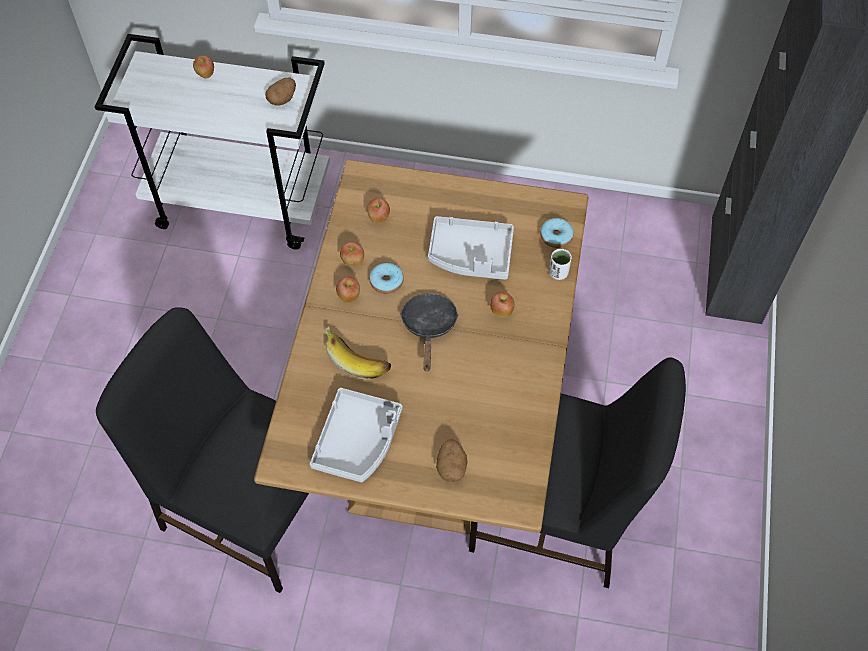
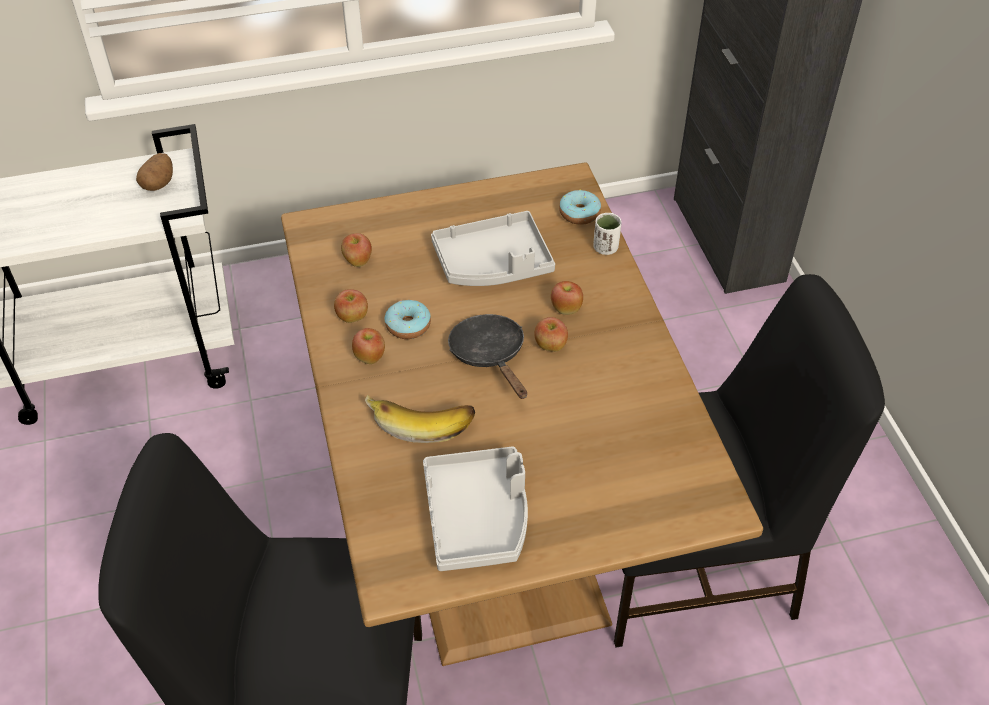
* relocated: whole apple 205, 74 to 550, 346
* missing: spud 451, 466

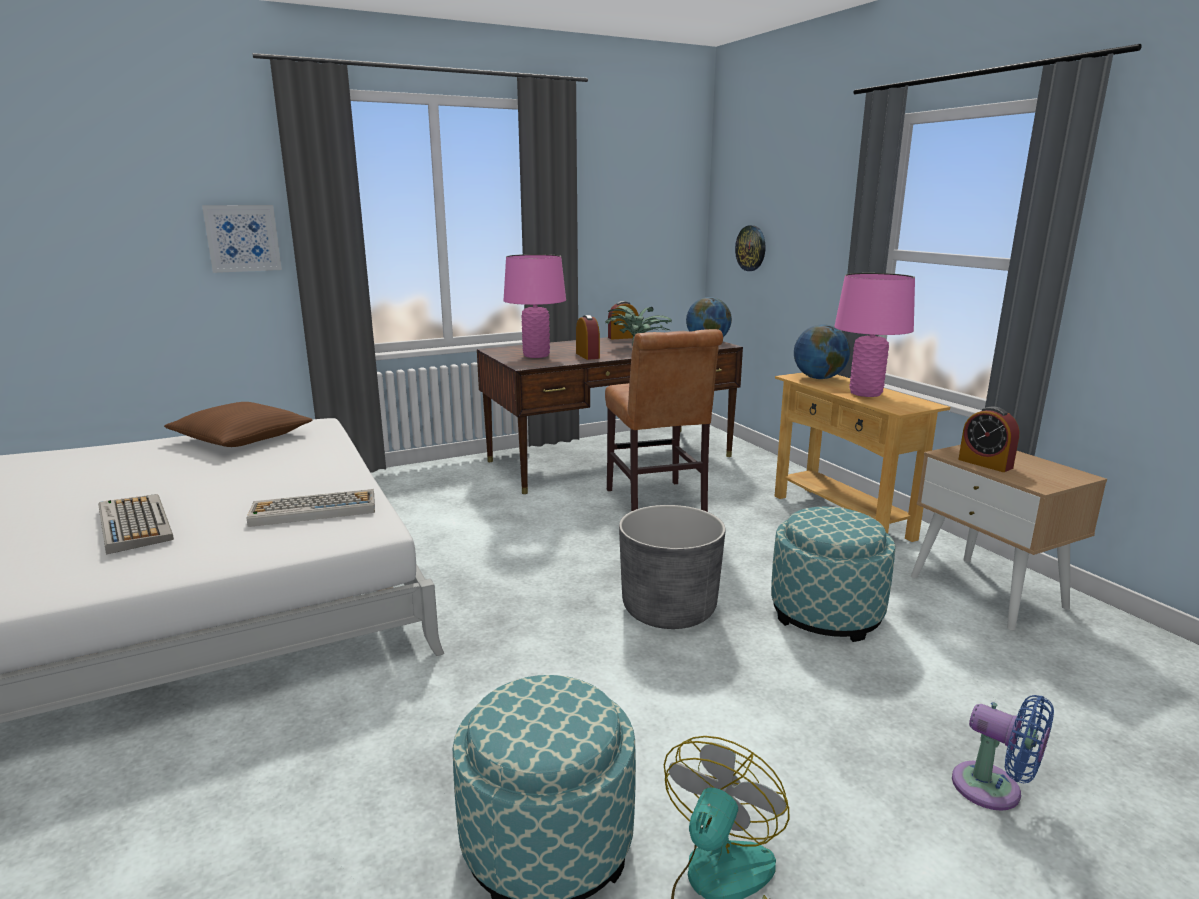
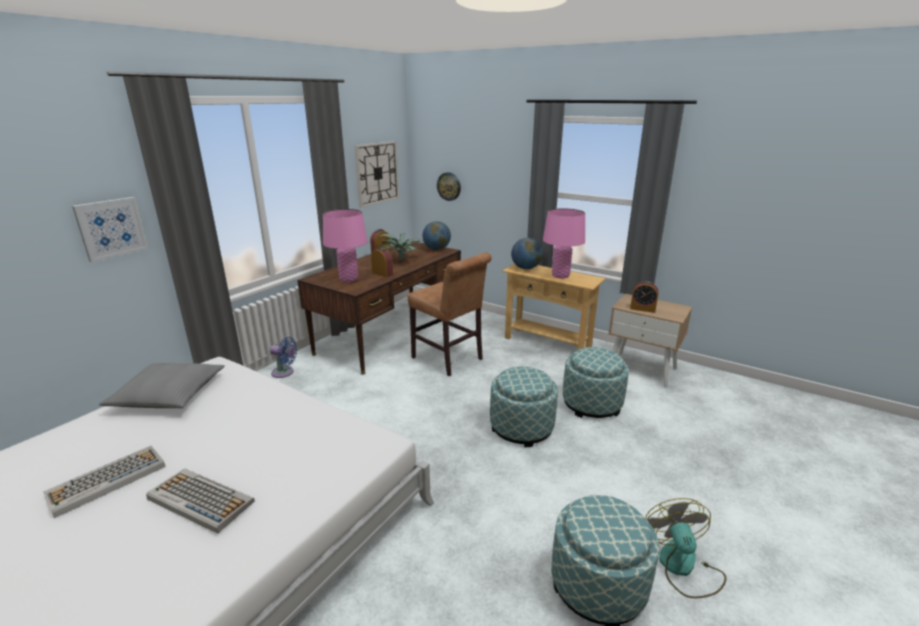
* colour: throw pillow (brown) 241, 438 to throw pillow (grey) 169, 395
* relocated: computer keyboard 312, 509 to 106, 481
* exchanged: flower pot (grey) 669, 609 to pouffe 521, 427
* relocated: fan (blue) 994, 790 to 285, 372
* appeared: wall clock 377, 173

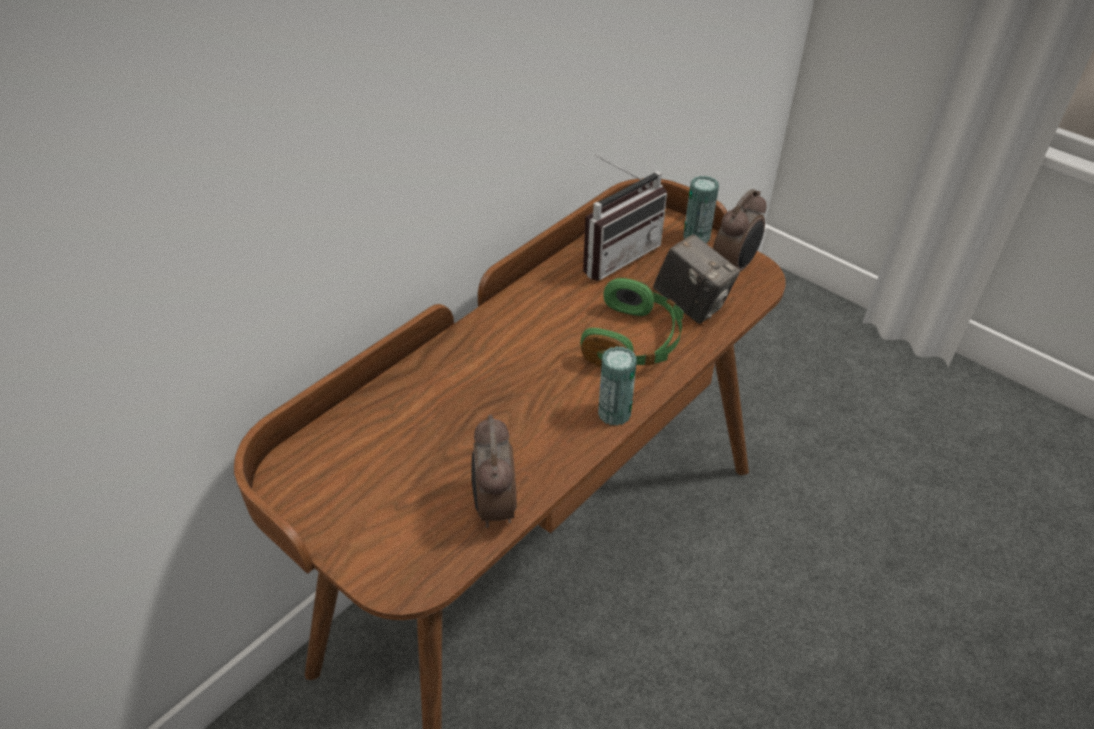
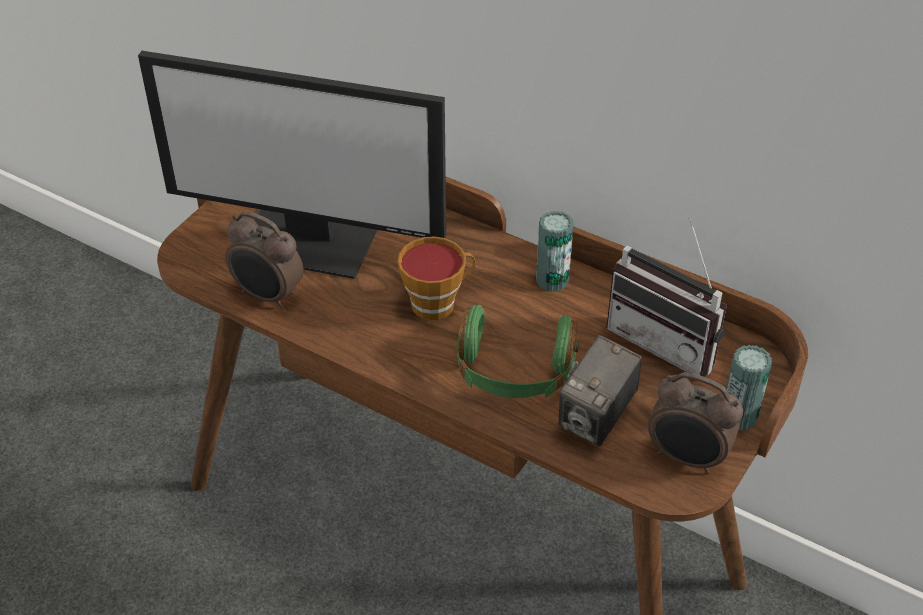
* relocated: can 614, 413 to 552, 280
* spun: bedside clock 494, 507 = 268, 296 135 degrees counterclockwise
* appeared: computer display 310, 241
* appeared: small cup 438, 303

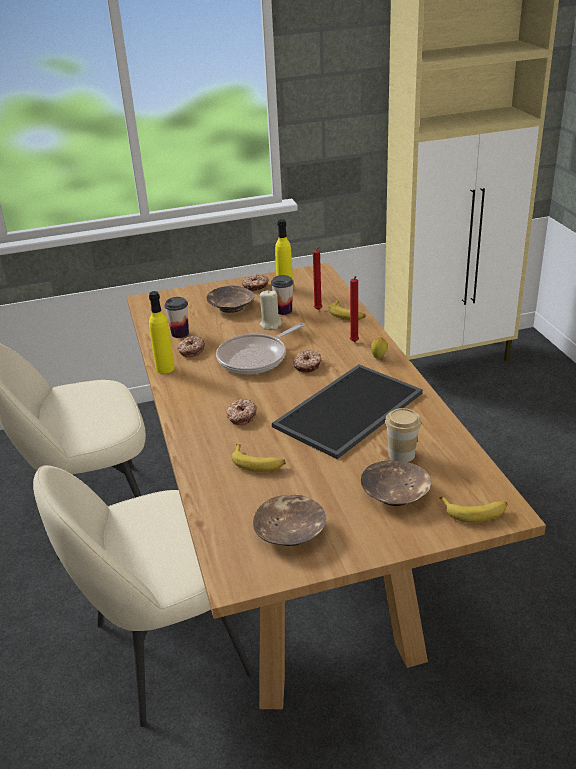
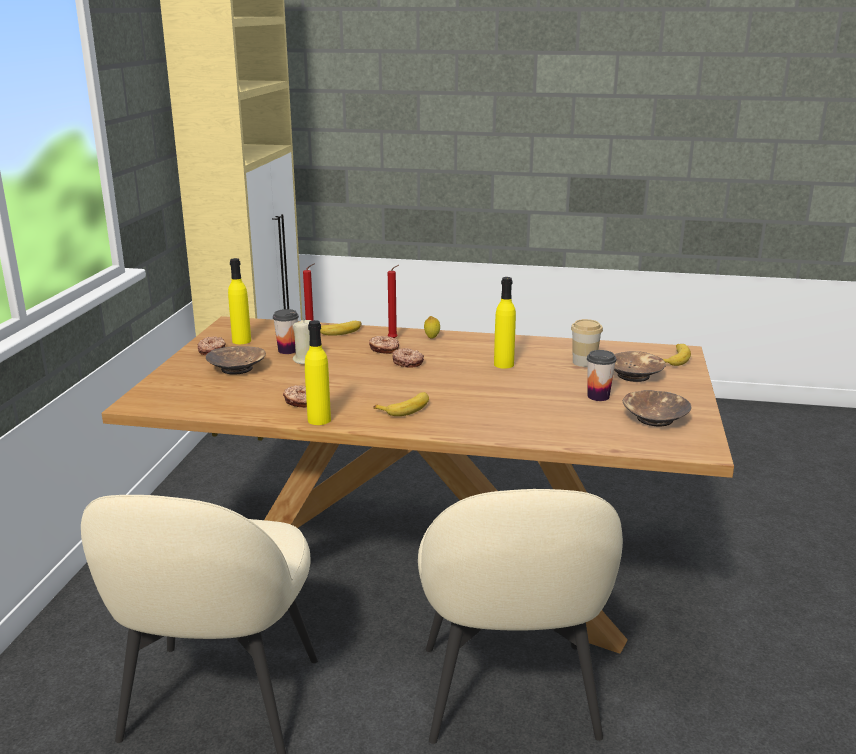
* relocated: small cup 180, 333 to 598, 396
* missing: skillet 256, 357
* exchanged: carrying tray 349, 411 to bottle (yellowish) 503, 364
* relocated: doughnut 241, 416 to 384, 349
* relocated: banana 258, 463 to 406, 408

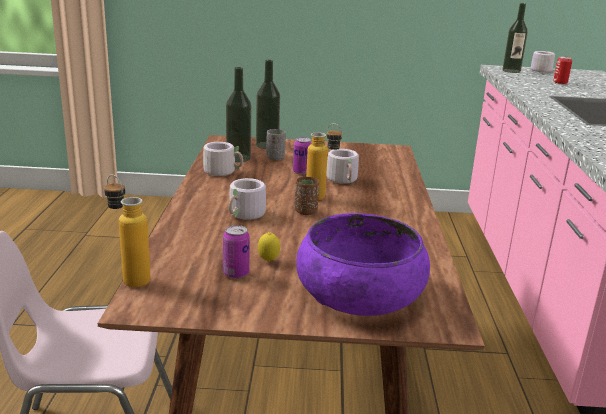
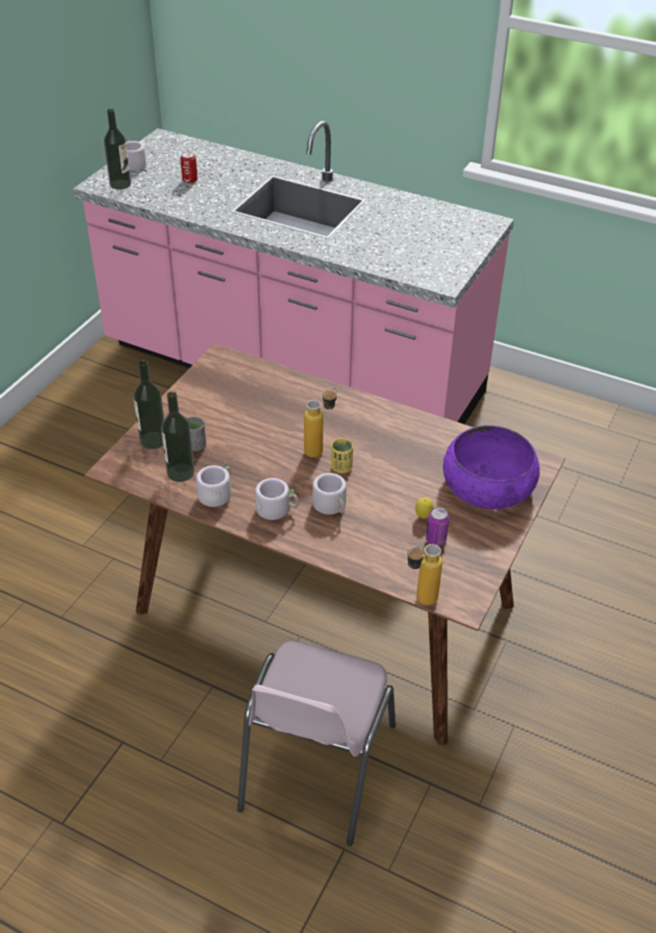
* missing: can 301, 172
* relocated: coffee mug (grey) 344, 180 to 277, 509
* colour: small cup (brown) 306, 211 to small cup (yellowish) 341, 467

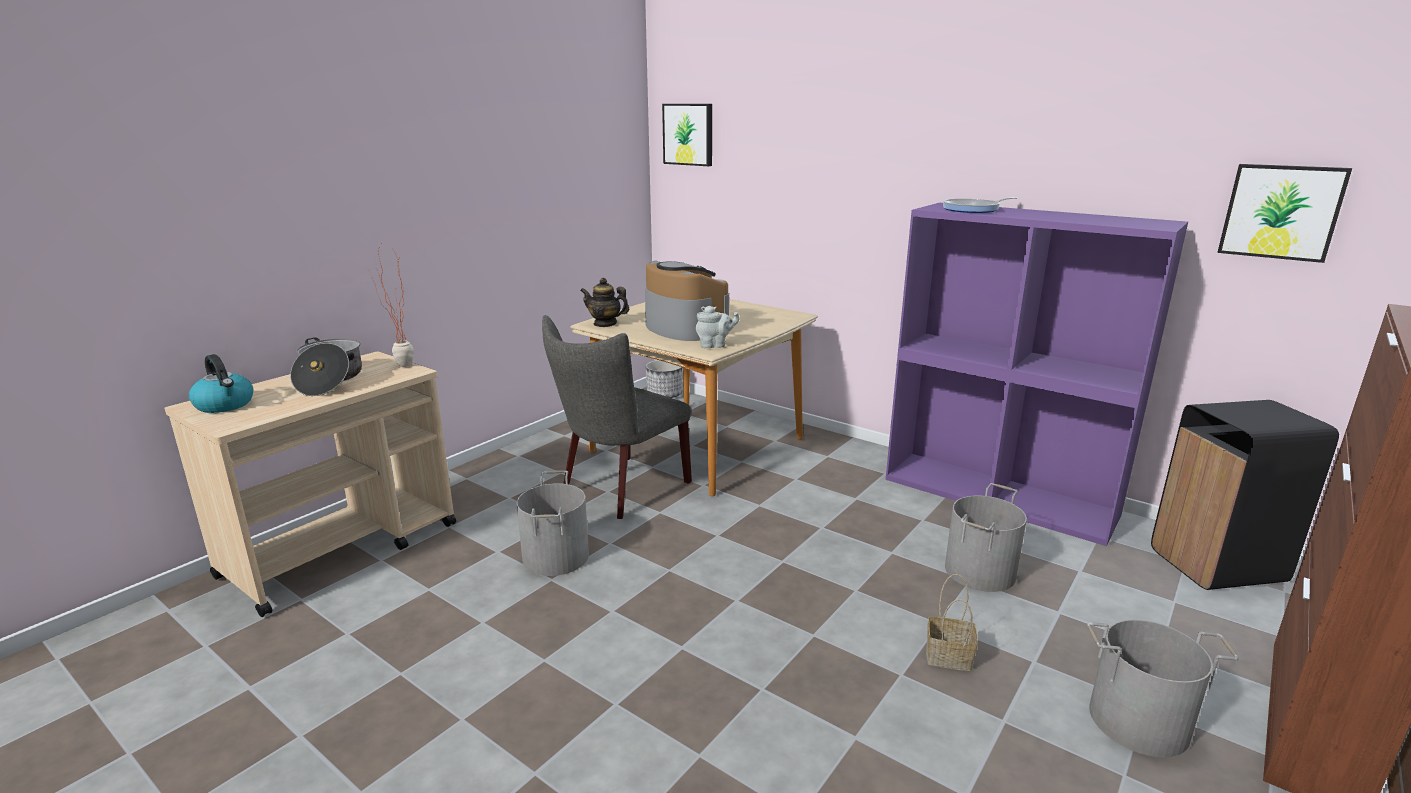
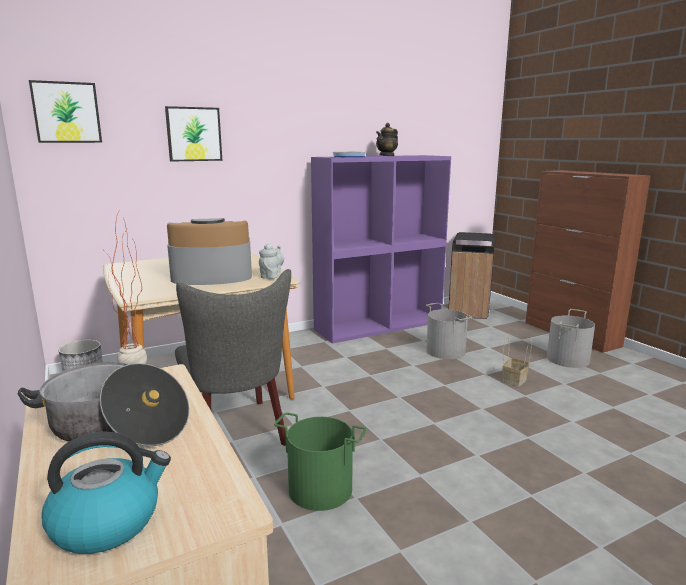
* relocated: wall picture 1281, 212 to 193, 134
* relocated: pot for tea 605, 324 to 387, 156
* colour: pail (grey) 554, 557 to pail (green) 320, 489

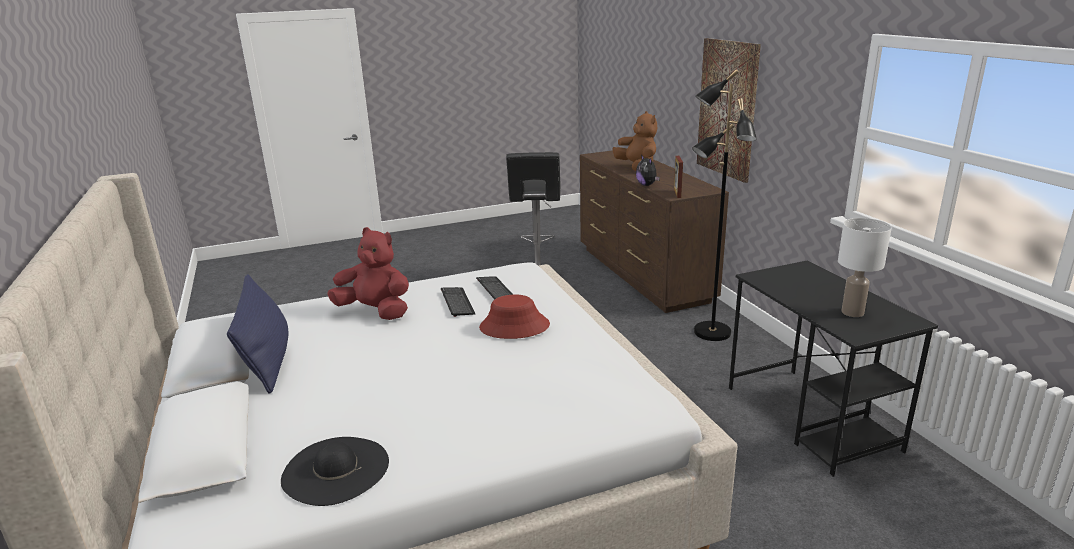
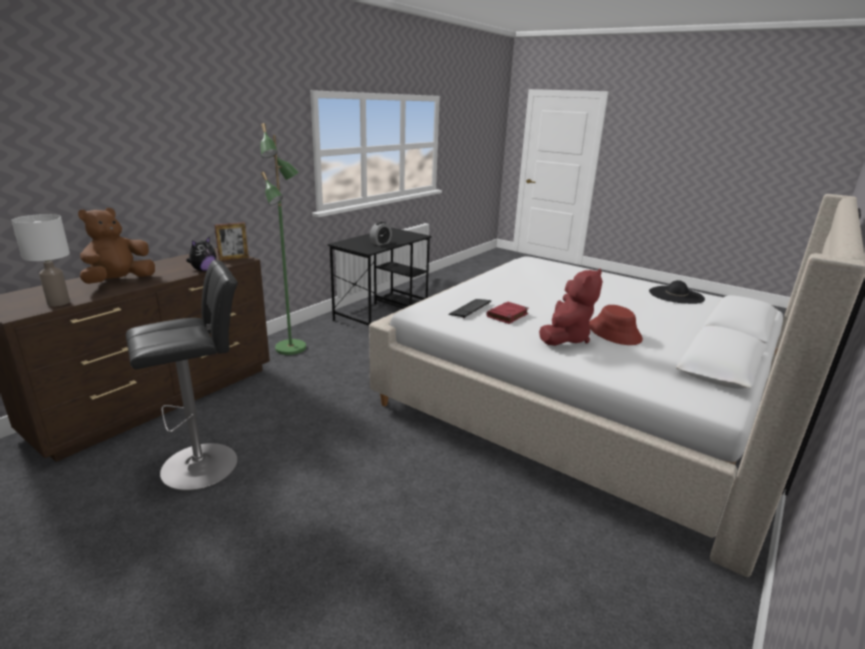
* missing: wall picture 727, 109
* colour: floor lamp (black-coloured) 711, 332 to floor lamp (green) 291, 348
* relocated: lamp for a table (whitish) 852, 312 to 58, 302
* spun: plush toy (reddish) 375, 311 = 565, 338 135 degrees counterclockwise
* missing: throw pillow (blue) 267, 359
* exchanged: computer keyboard 457, 302 to bound book (reddish) 507, 315
* relocated: hat (reddish) 514, 327 to 614, 332
* appeared: bedside clock 380, 243

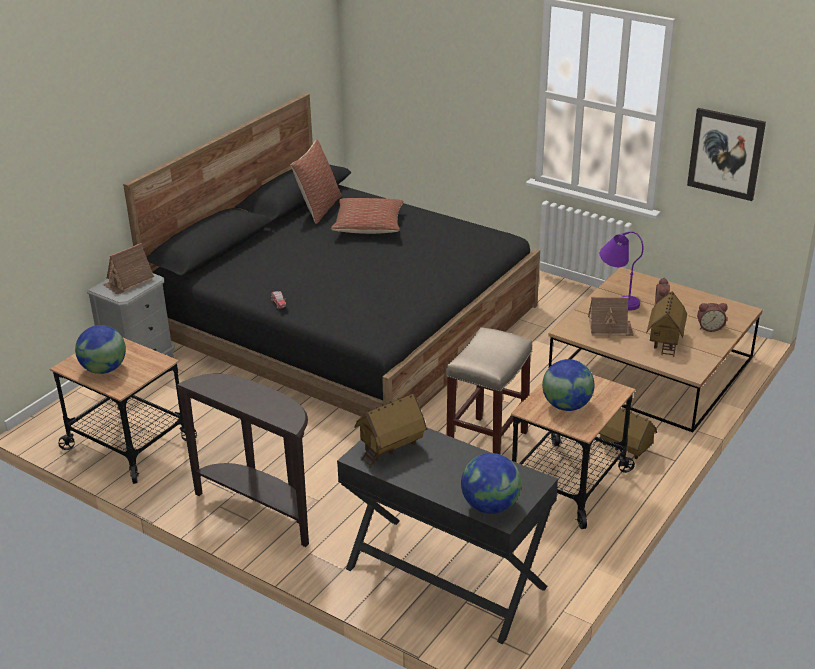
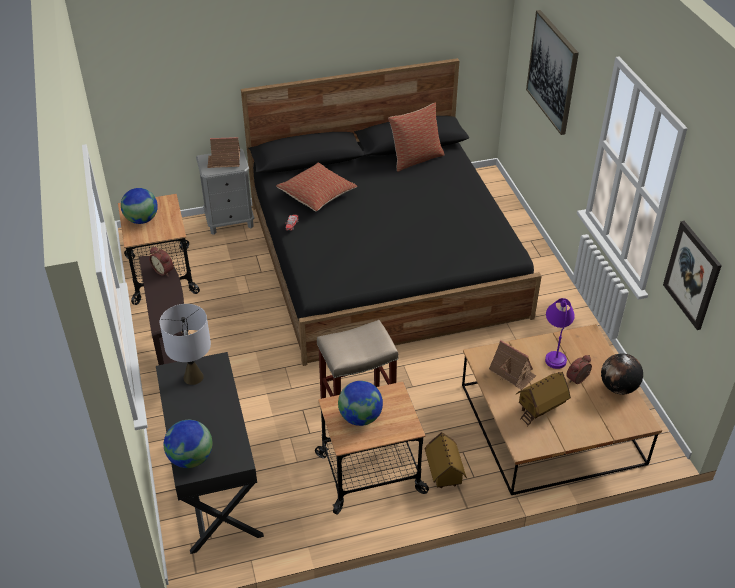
* relocated: throw pillow 368, 225 to 317, 194
* relocated: bedside clock 709, 327 to 164, 270
* exchanged: toy house 390, 448 to lamp for a table (grey) 193, 377
* appeared: wall picture 552, 72
* appeared: world globe 618, 388

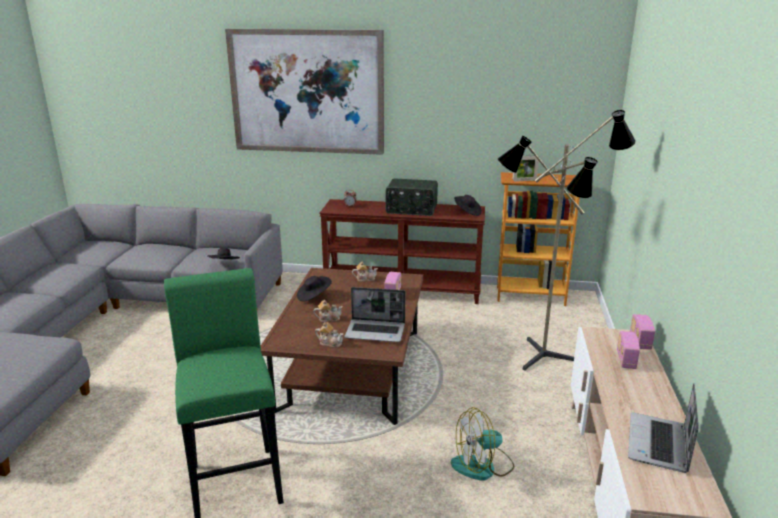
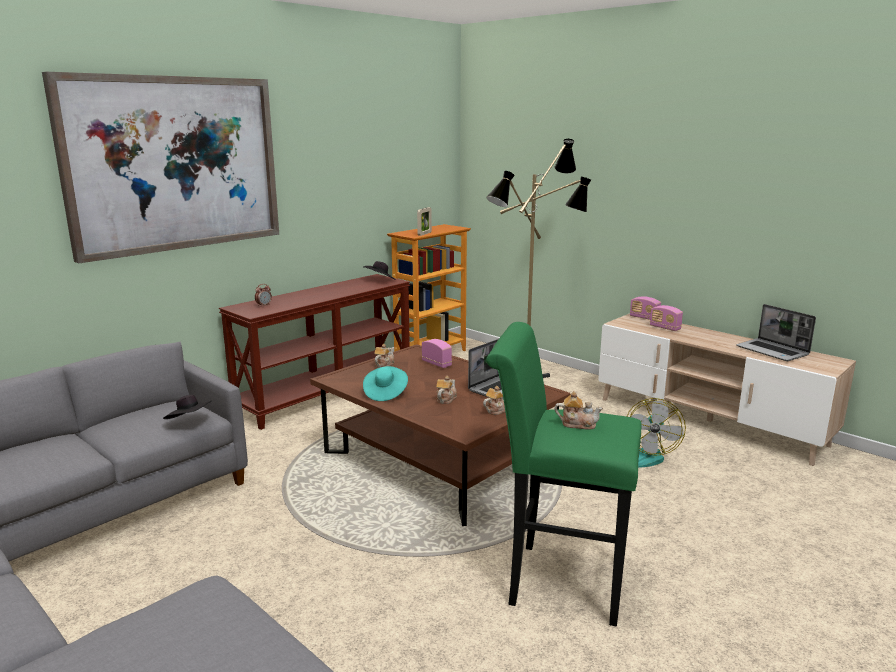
* missing: radio set 411, 210
* colour: hat (black-coloured) 314, 296 to hat (blue-green) 385, 393
* appeared: pot for tea 577, 424

